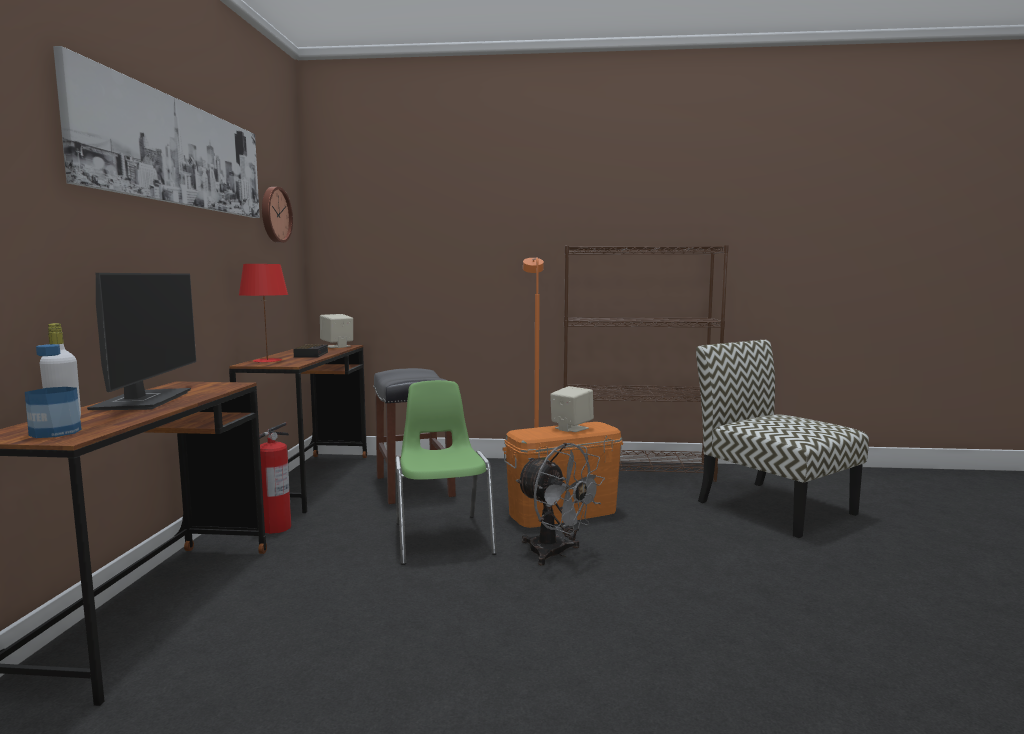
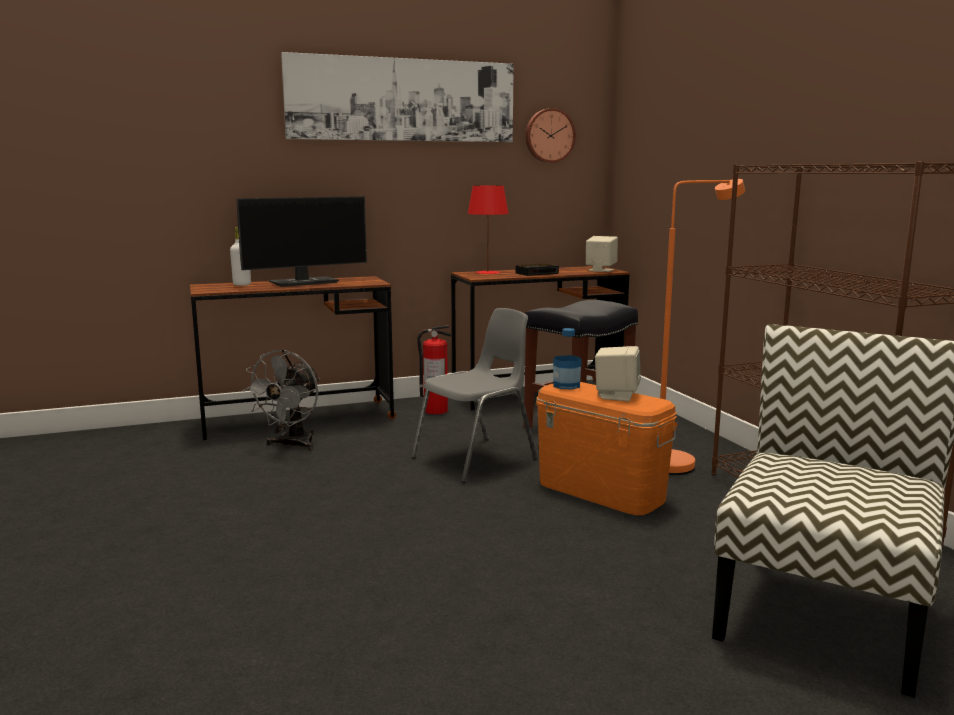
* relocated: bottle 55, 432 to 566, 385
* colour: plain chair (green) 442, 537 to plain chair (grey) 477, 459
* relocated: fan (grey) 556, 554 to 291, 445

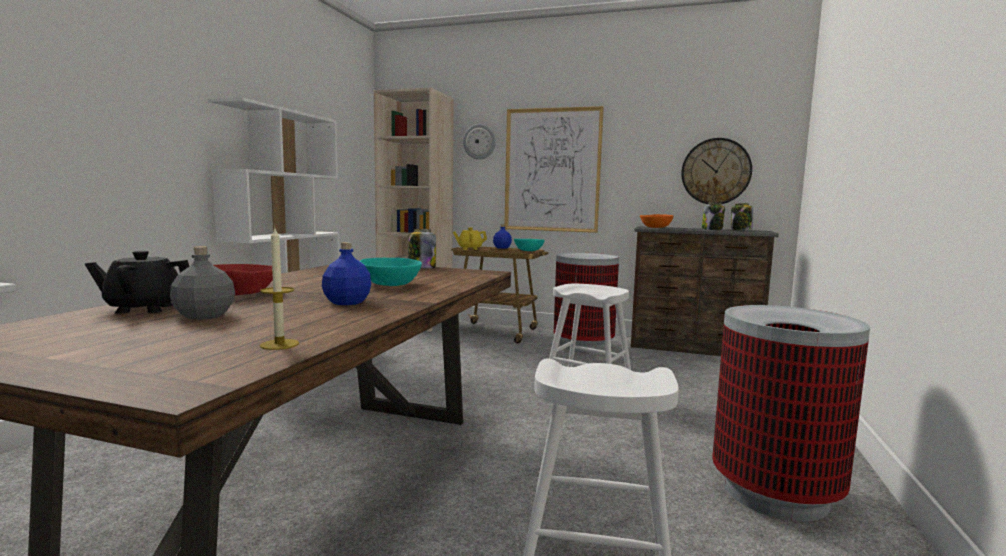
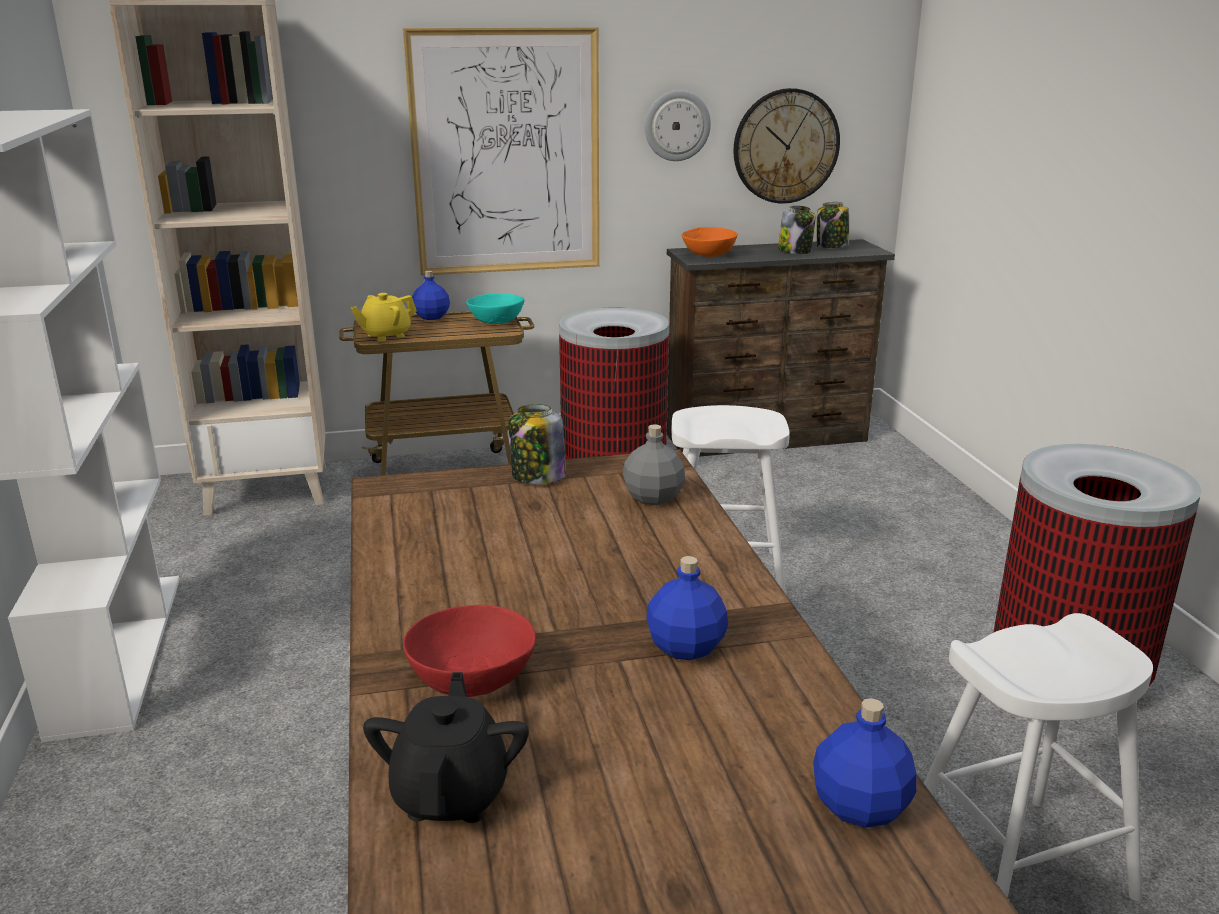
* relocated: wall clock 479, 141 to 677, 125
* exchanged: wax light 279, 344 to bottle (blue) 860, 806
* relocated: bottle (grey) 205, 316 to 654, 497
* spun: pot for tea (black-coloured) 144, 308 = 451, 794 135 degrees clockwise
* missing: serving bowl (blue-green) 391, 284

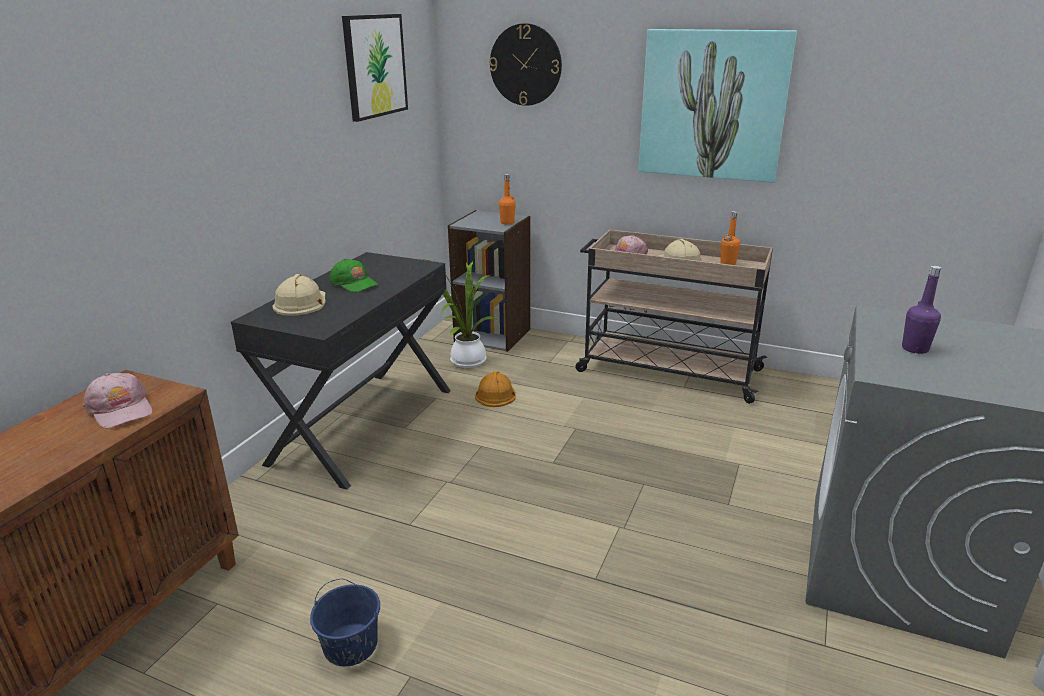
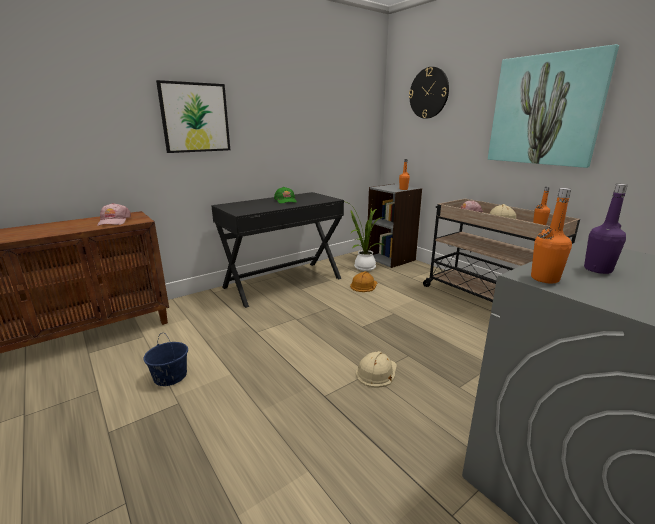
* relocated: wall picture 375, 66 to 195, 118
* relocated: work helmet (beige-coloured) 301, 303 to 376, 372
* appeared: bottle (orangey) 544, 279

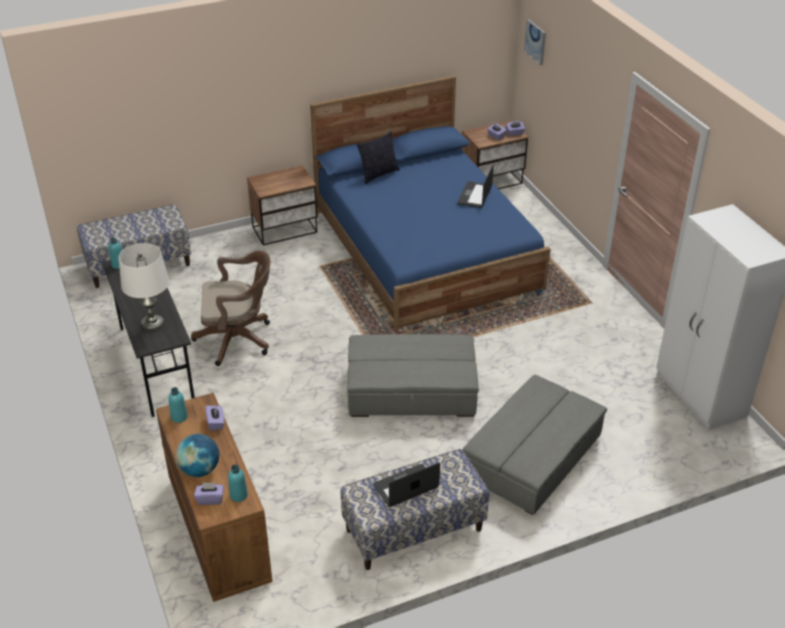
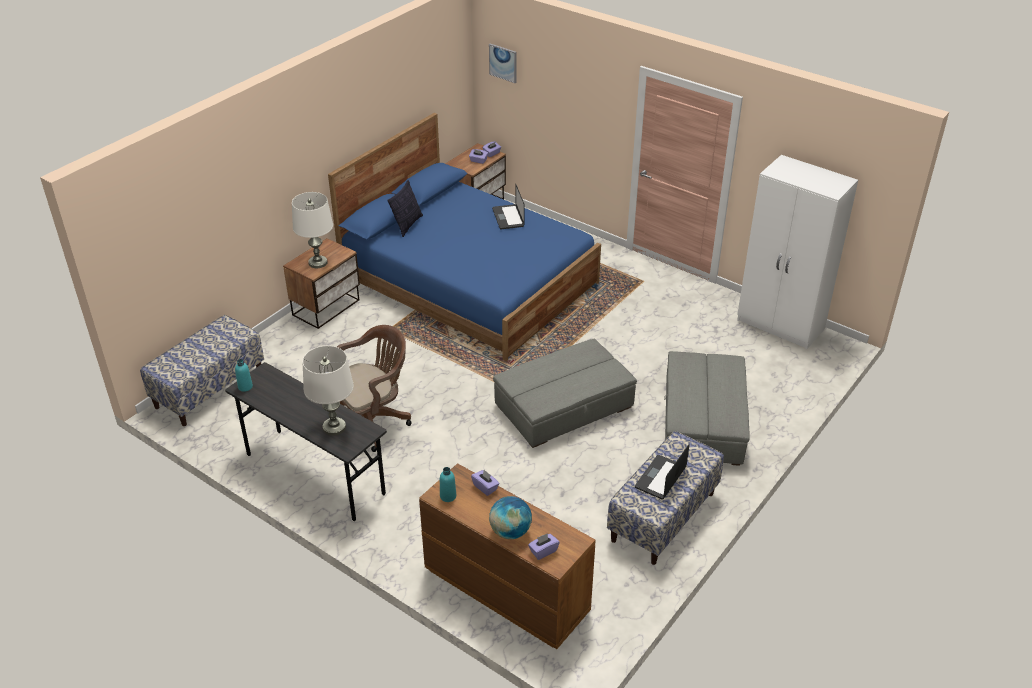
* missing: bottle (blue-green) 238, 495
* appeared: lamp for a table (whitish) 318, 263

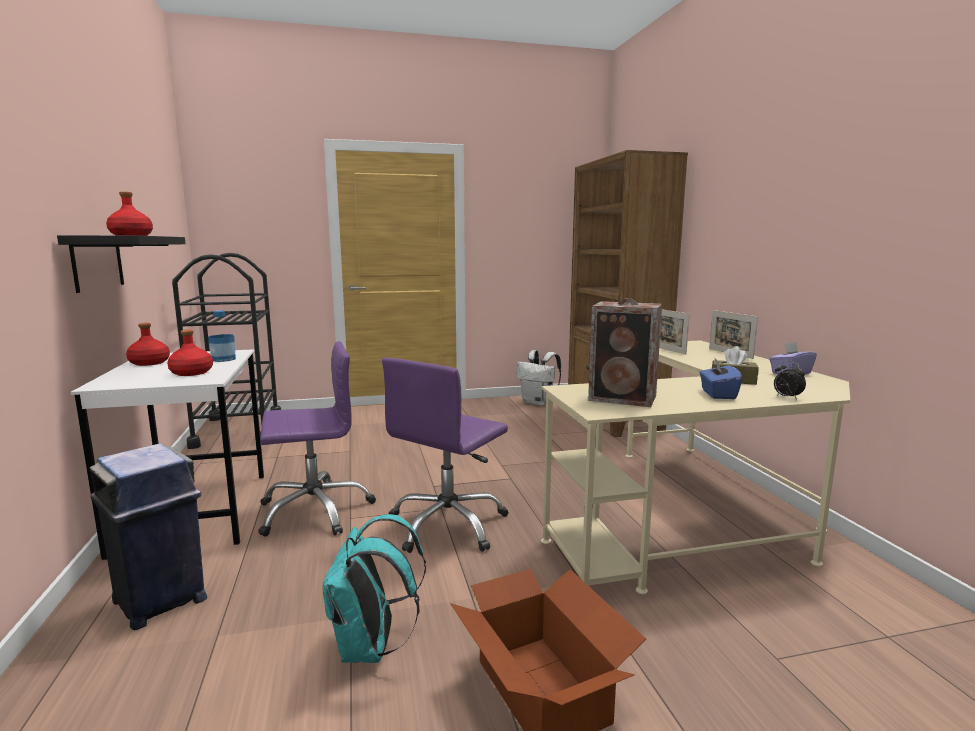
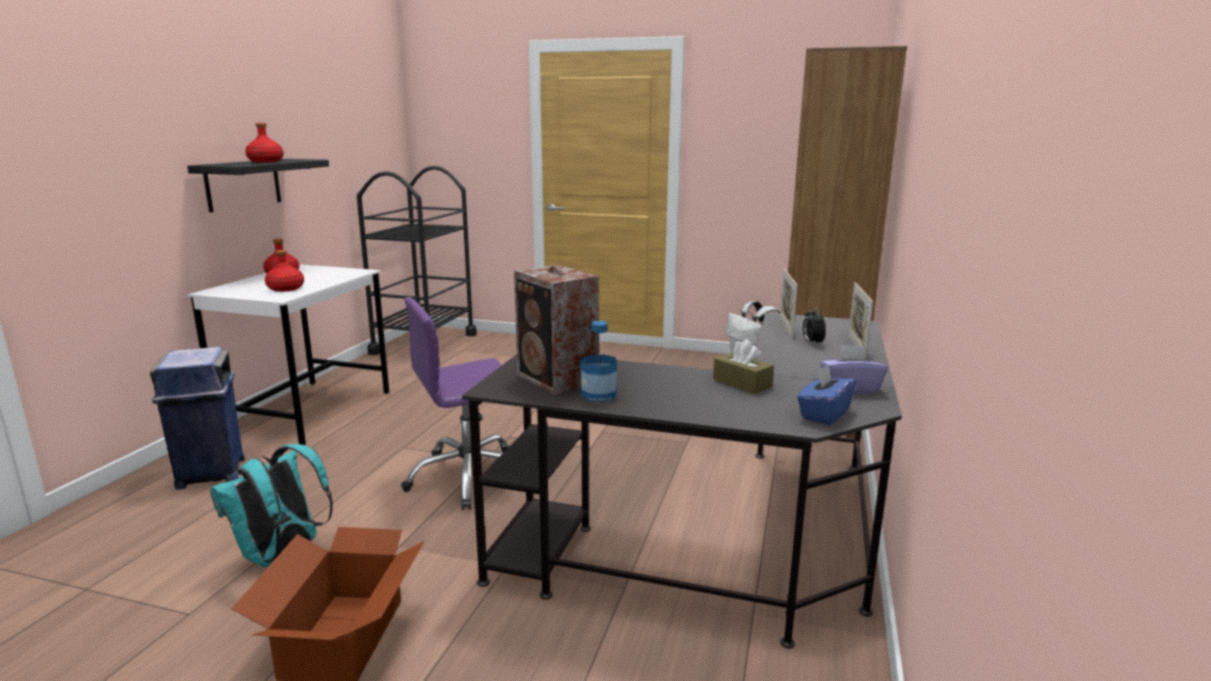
* relocated: bottle 223, 359 to 599, 395
* colour: desk unit (beige-coloured) 694, 515 to desk unit (black-coloured) 726, 543
* missing: desk chair (purplish) 315, 510
* relocated: tissue box (blue) 717, 394 to 824, 414
* relocated: bedside clock 786, 397 to 812, 343

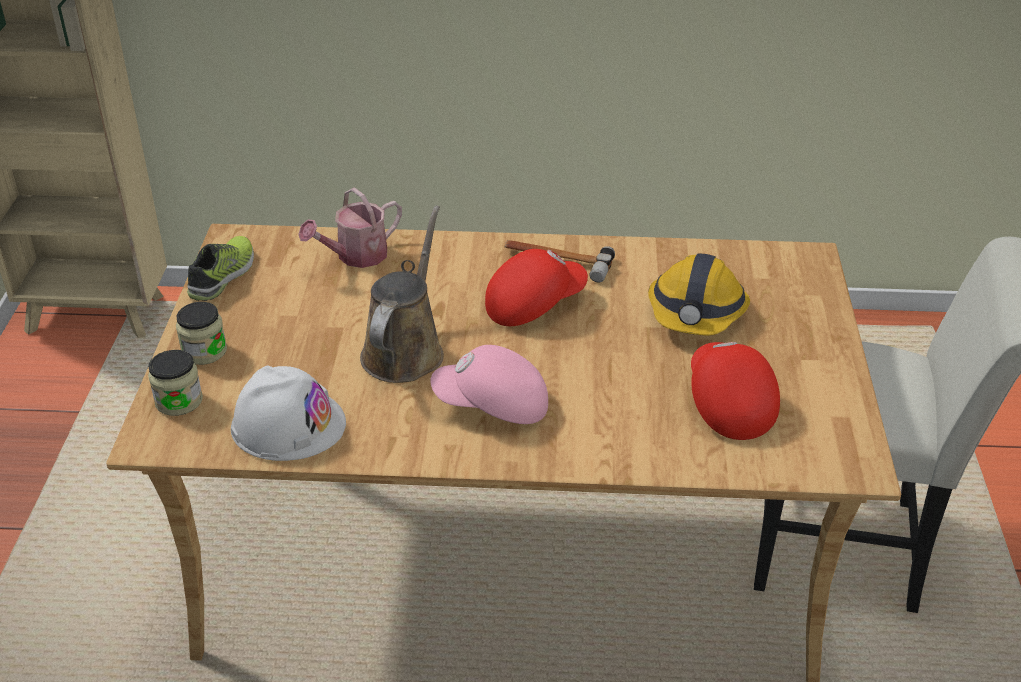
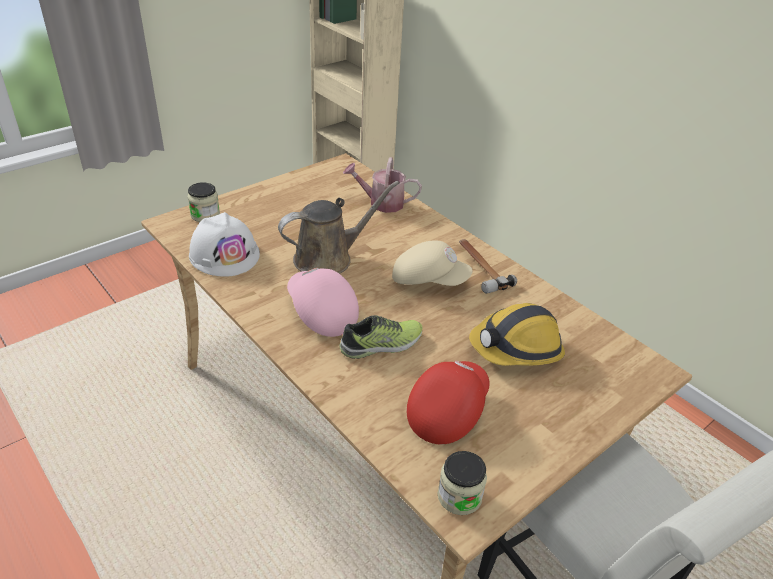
* relocated: low shoe 224, 275 to 382, 345
* colour: baseball cap (reddish) 533, 304 to baseball cap (beige-coloured) 429, 280
* relocated: jar 204, 351 to 459, 496

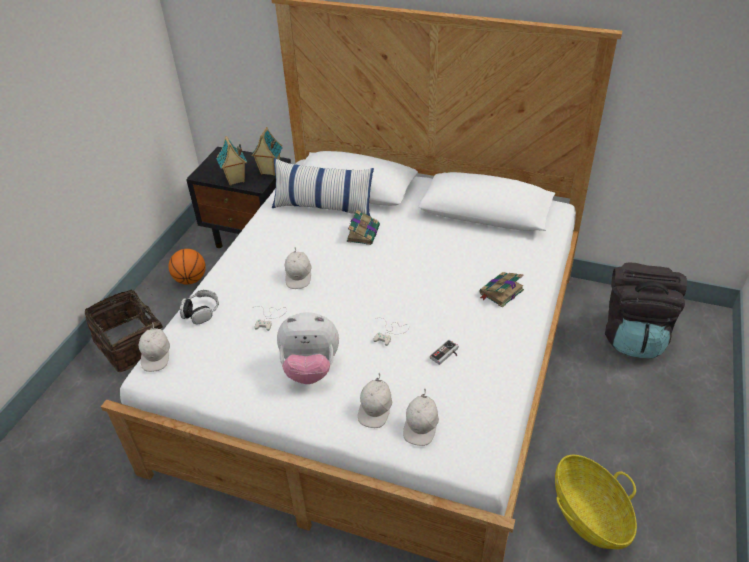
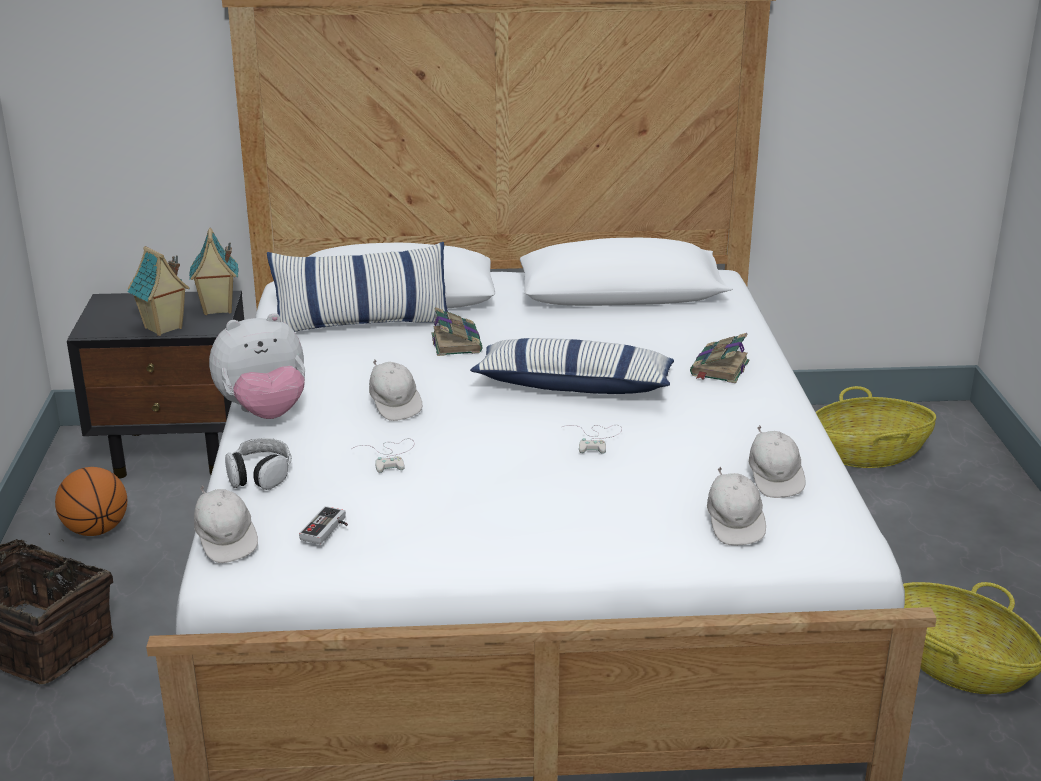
* exchanged: knapsack (black-coloured) 634, 335 to household basket 868, 454
* relocated: plush toy 310, 369 to 264, 412
* relocated: gamepad 446, 355 to 328, 529
* relocated: baseball cap (whitish) 376, 410 to 775, 479
* appeared: throw pillow 574, 386

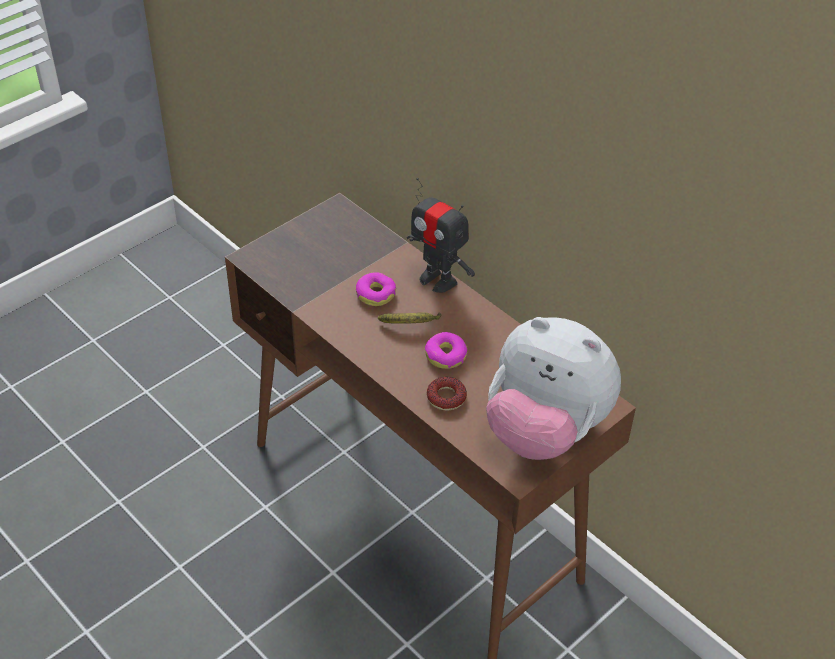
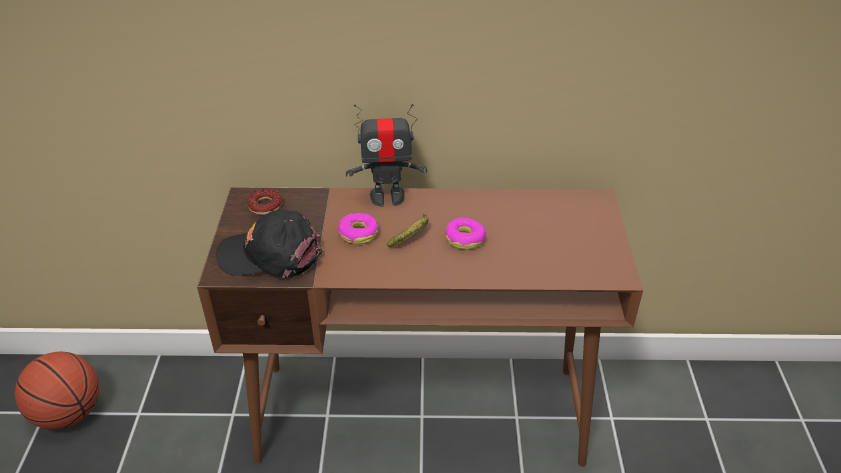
* missing: plush toy 544, 430
* relocated: doughnut 446, 397 to 265, 205
* appeared: baseball cap (black-coloured) 271, 255
* appeared: ball for basketball 69, 413

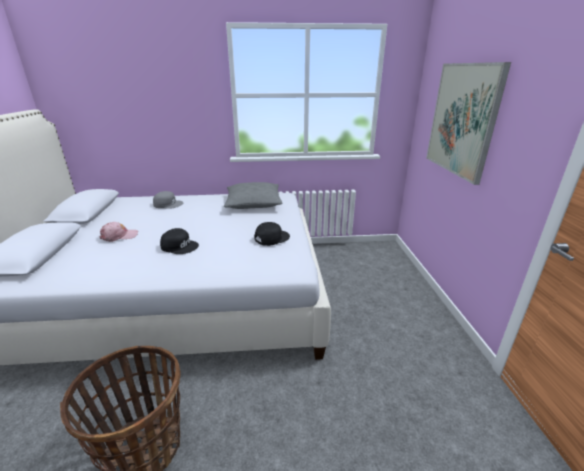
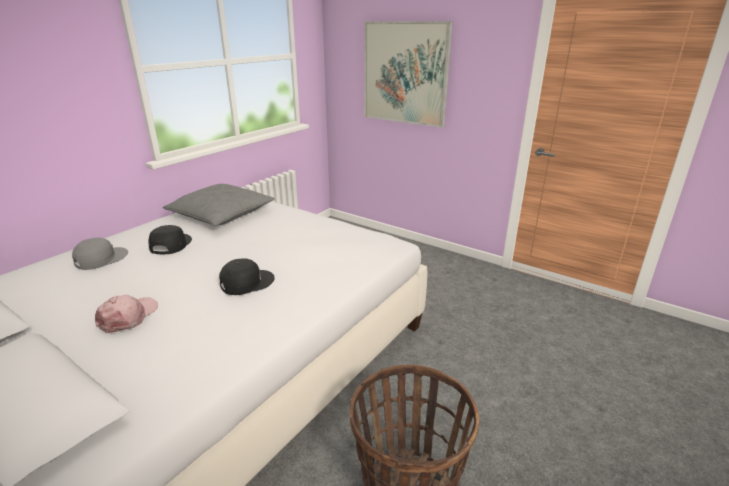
* relocated: baseball cap (black-coloured) 271, 238 to 170, 244

